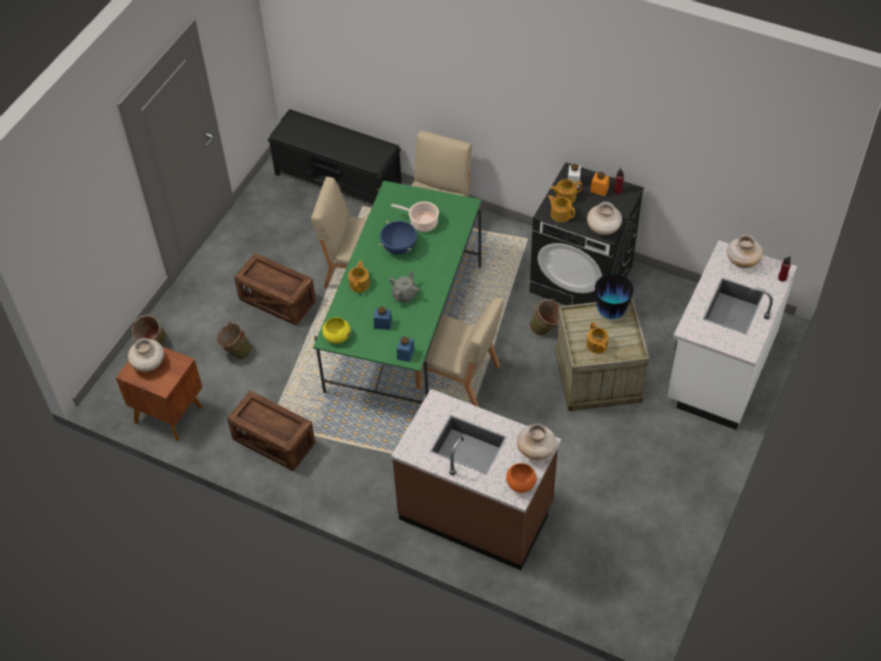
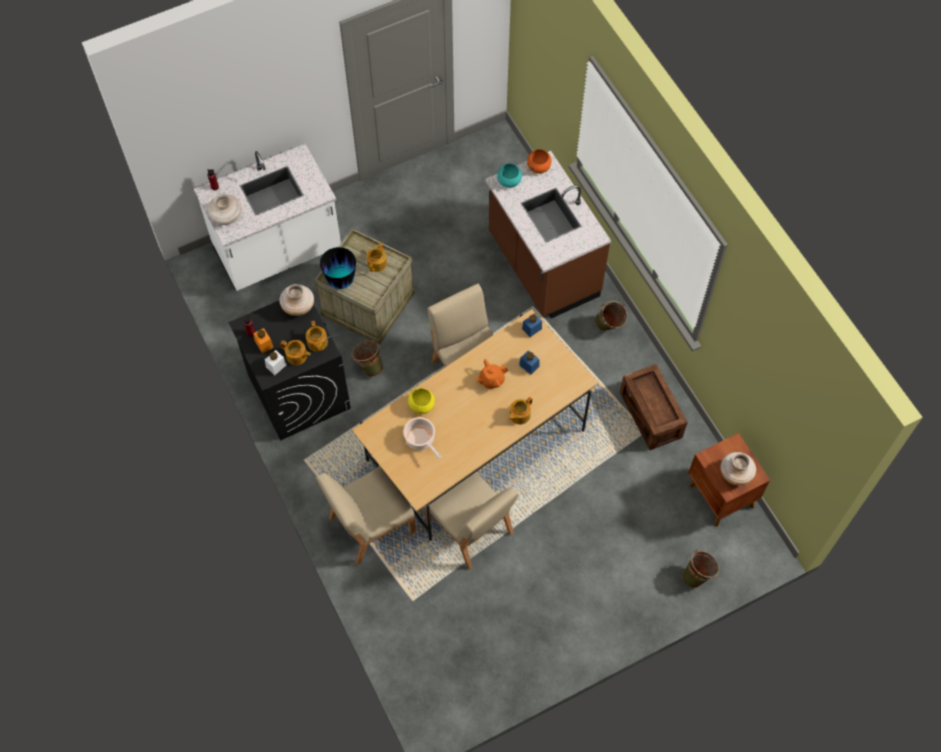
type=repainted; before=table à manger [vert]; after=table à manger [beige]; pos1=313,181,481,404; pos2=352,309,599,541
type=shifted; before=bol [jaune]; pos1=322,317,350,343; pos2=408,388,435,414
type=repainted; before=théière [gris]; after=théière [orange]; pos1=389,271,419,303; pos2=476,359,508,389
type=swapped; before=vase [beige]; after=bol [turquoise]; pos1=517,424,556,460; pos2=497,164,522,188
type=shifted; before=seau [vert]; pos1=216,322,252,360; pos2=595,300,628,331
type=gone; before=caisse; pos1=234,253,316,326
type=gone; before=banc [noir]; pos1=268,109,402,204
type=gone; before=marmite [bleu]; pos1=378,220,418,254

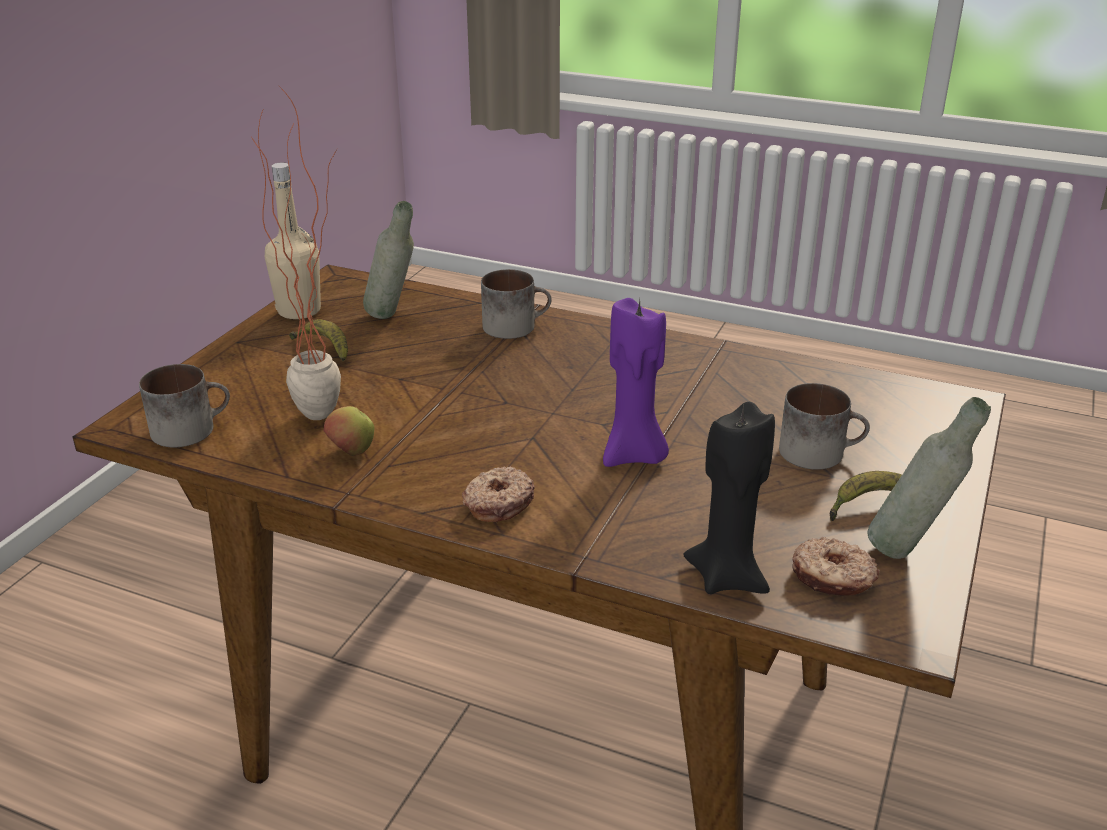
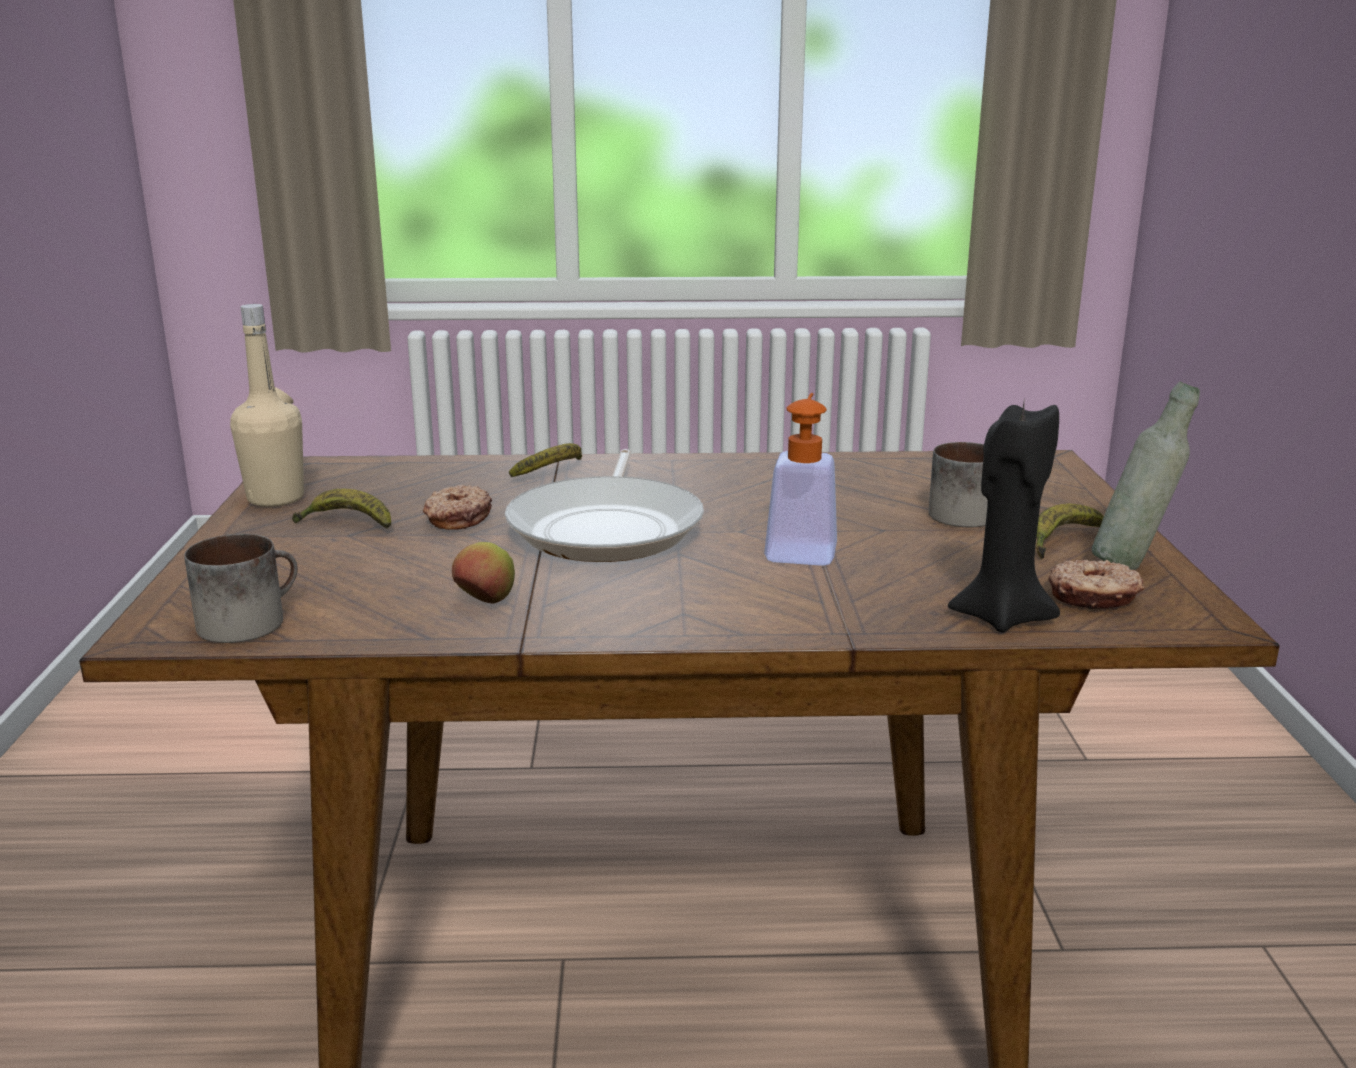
type=shifted; before=beignet; pos1=462,466,535,522; pos2=423,485,492,530
type=new; after=poêle; pos2=505,449,704,562
type=swapped; before=mug; after=banane; pos1=481,269,552,339; pos2=509,443,582,477
type=swapped; before=bougie [violet]; after=distributeur de savon; pos1=603,298,669,467; pos2=764,393,837,566
type=gone; before=plante en pot; pos1=251,84,341,420
type=gone; before=bouteille [gris]; pos1=363,201,414,319

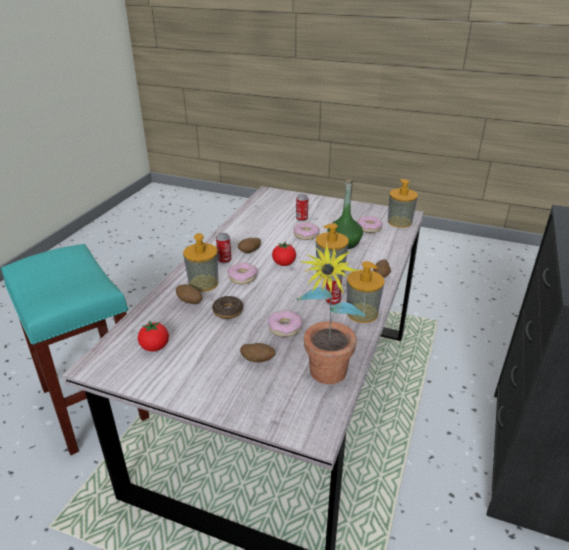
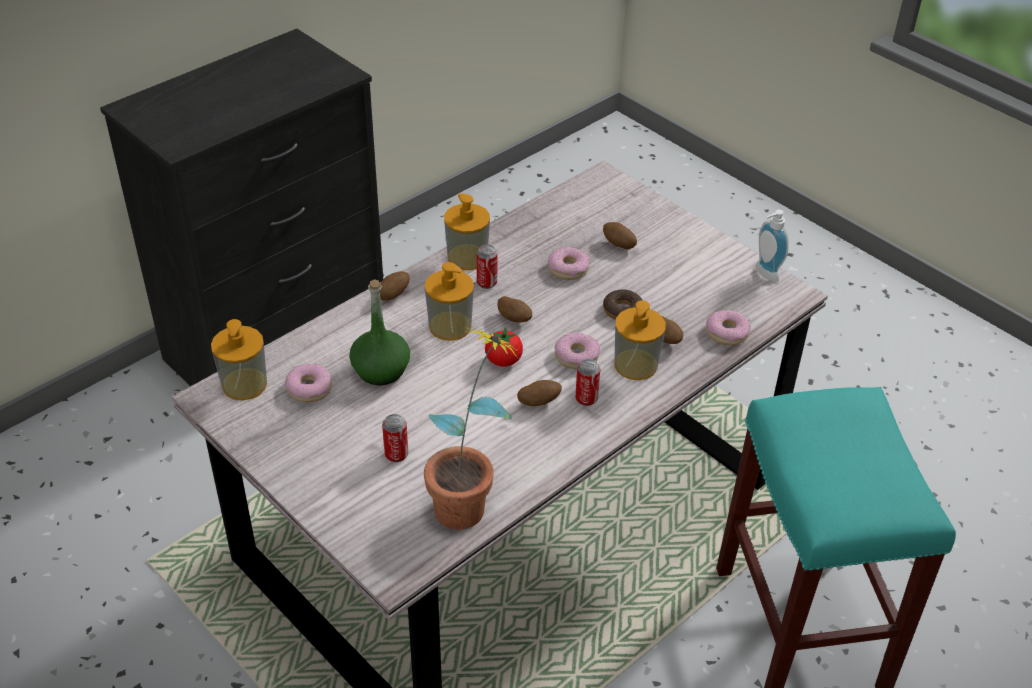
type=shifted; before=plante en pot; pos1=296,241,366,384; pos2=424,327,518,530
type=new; after=pomme de terre; pos2=498,296,532,323
type=shifted; before=beignet; pos1=294,222,320,240; pos2=706,309,751,345
type=new; after=distributeur de savon; pos2=756,210,788,282
type=gone; before=tomate; pos1=138,320,169,352

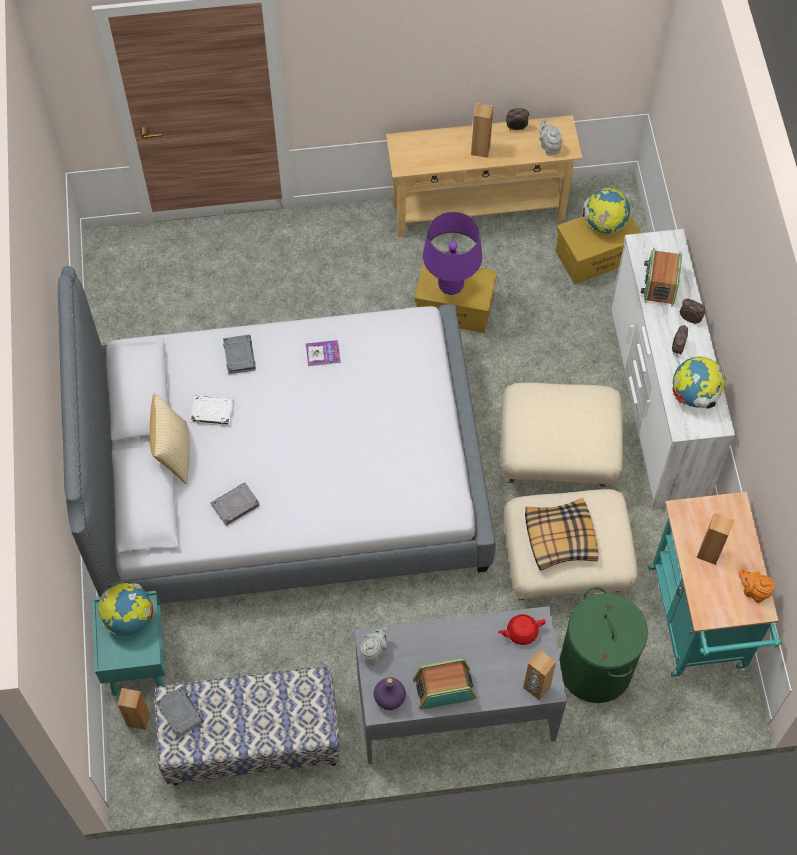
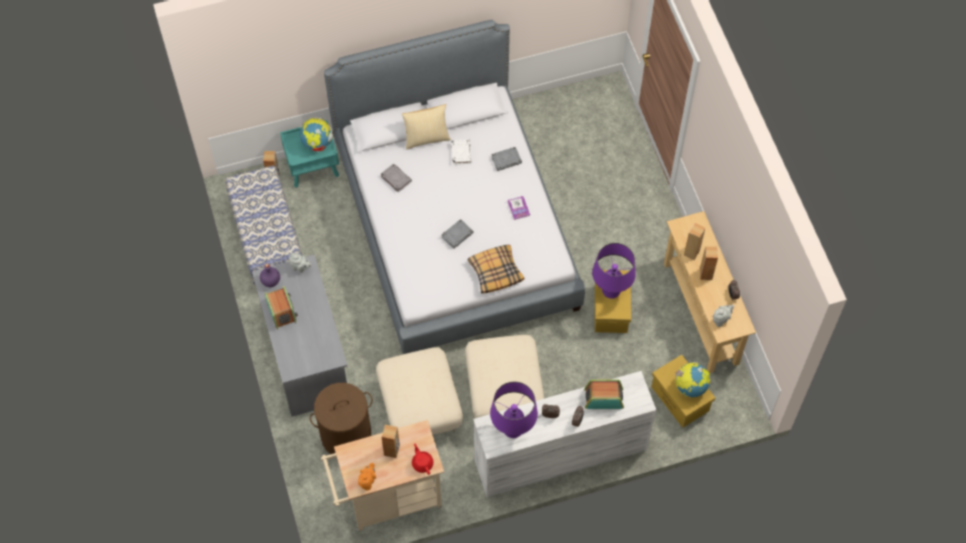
type=repainted; before=panier à linge [vert]; after=panier à linge [marron]; pos1=560,587,648,703; pos2=310,383,372,458
type=repainted; before=chariot [turquoise]; after=chariot [beige]; pos1=648,492,782,679; pos2=321,420,444,531
type=shifted; before=théière [rouge]; pos1=498,614,546,645; pos2=412,443,434,475
type=shifted; before=livre [gris]; pos1=156,687,204,738; pos2=441,219,474,249
type=shifted; before=coussin; pos1=525,498,599,571; pos2=468,245,525,294
type=swapped; before=globe; after=lampe de table [violet]; pos1=673,356,727,409; pos2=490,382,538,438
type=shifted; before=enceinte [marron]; pos1=523,649,556,700; pos2=684,223,705,260

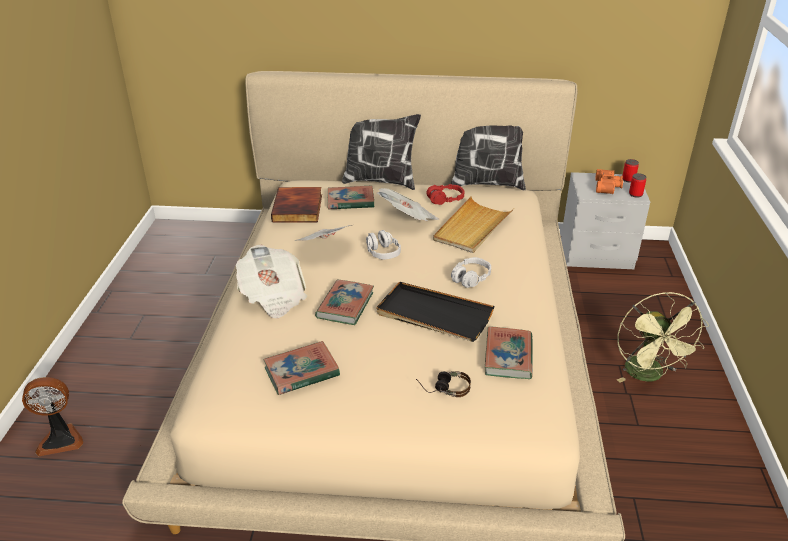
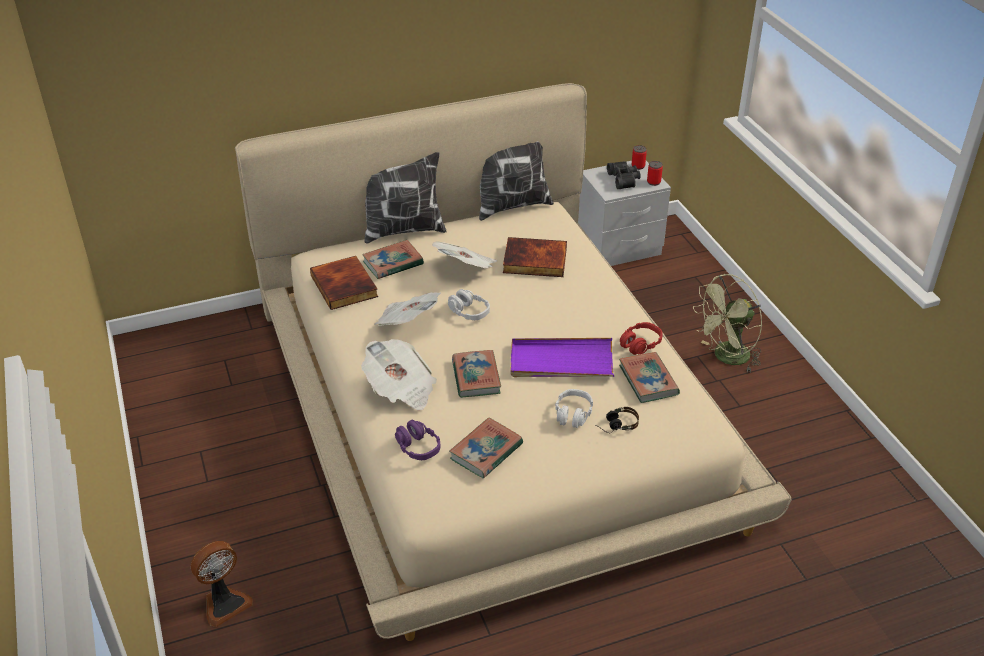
type=new; after=casque audio [violet]; pos2=395,420,440,460
type=swapped; before=plateau [beige]; after=livre; pos1=433,196,514,253; pos2=503,237,567,277
type=repainted; before=plateau [noir]; after=plateau [violet]; pos1=376,282,494,342; pos2=511,338,614,377
type=shifted; before=casque audio [gris]; pos1=451,257,491,288; pos2=555,389,593,428
type=repainted; before=jumelles [orange]; after=jumelles [noir]; pos1=595,169,623,194; pos2=607,161,641,189
type=shifted; before=casque audio [rouge]; pos1=426,184,464,205; pos2=620,322,663,355
type=rotated; before=ventilateur [vert]; pos1=617,292,709,382; pos2=693,274,762,373; turn=90

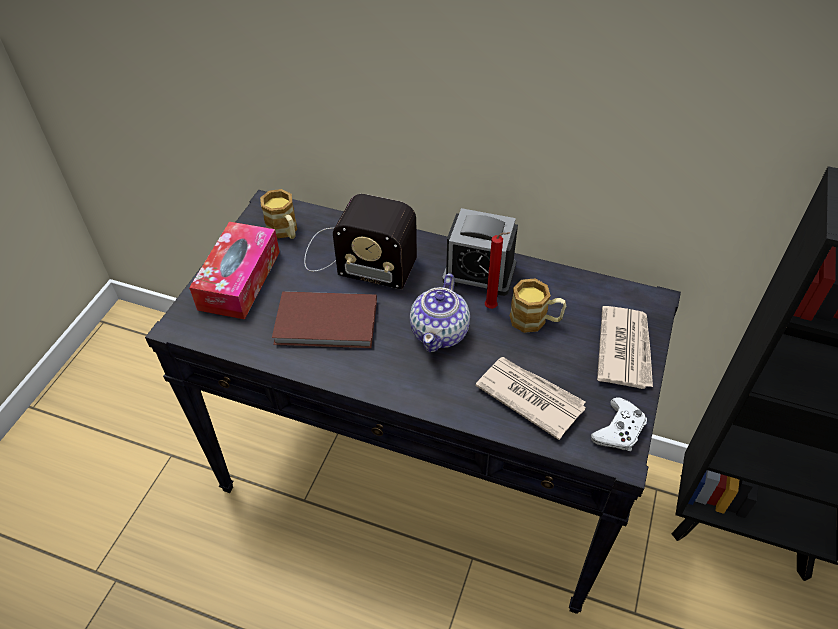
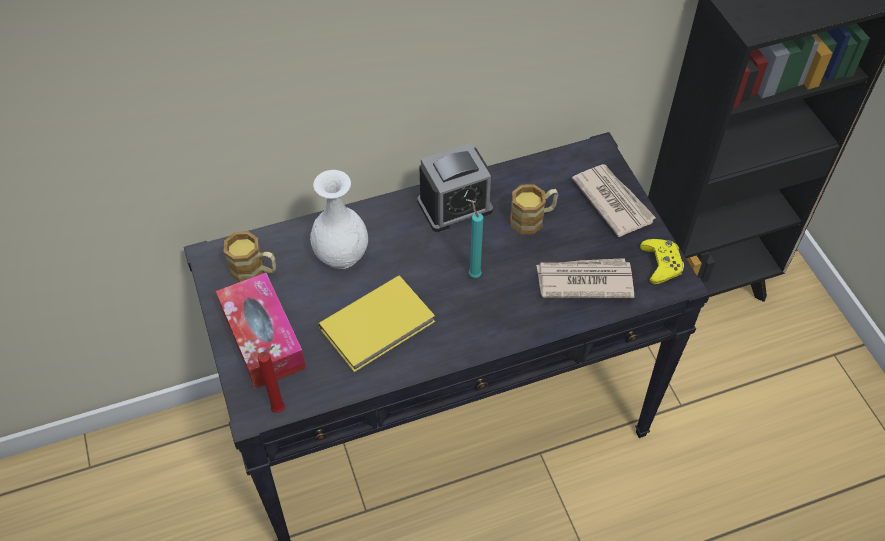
type=shifted; before=bougie [rouge]; pos1=485,232,510,309; pos2=258,346,285,413
type=swapped; before=radio; after=vase [blanc]; pos1=304,194,417,289; pos2=311,170,368,269
type=repainted; before=livre [marron]; after=livre [jaune]; pos1=272,291,377,348; pos2=318,276,435,372
type=swapped; before=théière; after=bougie [turquoise]; pos1=410,273,470,352; pos2=469,202,483,278
type=repainted; before=manette [blanc]; after=manette [jaune]; pos1=591,397,647,451; pos2=640,239,684,284

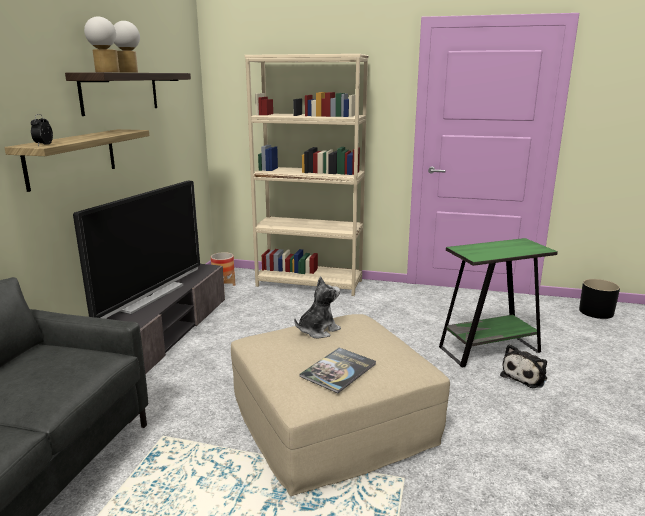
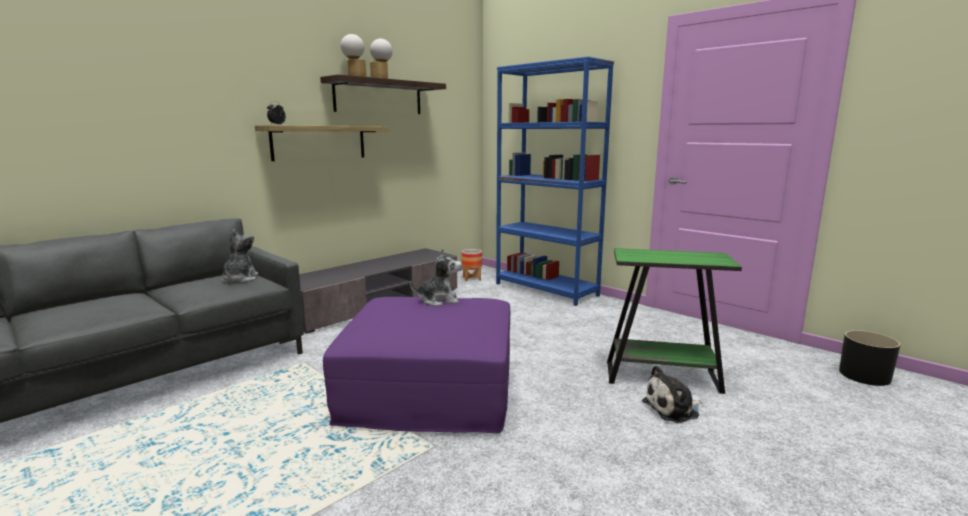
type=new; after=peluche; pos2=222,229,258,283
type=repainted; before=pouf [beige]; after=pouf [violet]; pos1=231,314,450,496; pos2=323,297,510,433
type=repainted; before=bibliothèque [beige]; after=bibliothèque [bleu]; pos1=245,54,369,296; pos2=496,56,614,306
type=gone; before=téléviseur; pos1=73,180,200,319
type=gone; before=livre; pos1=299,348,376,393

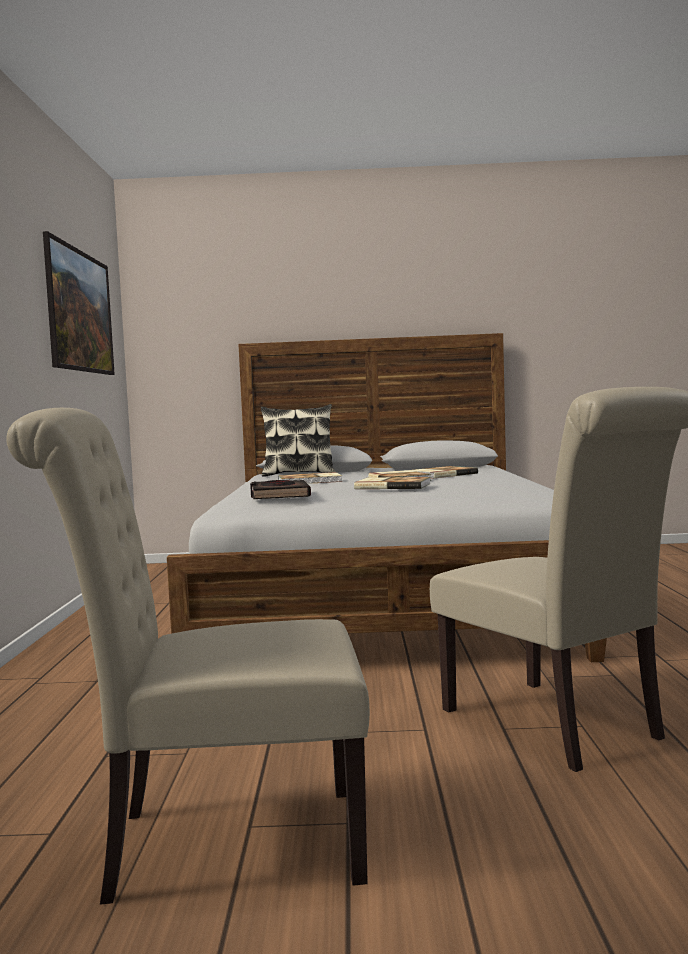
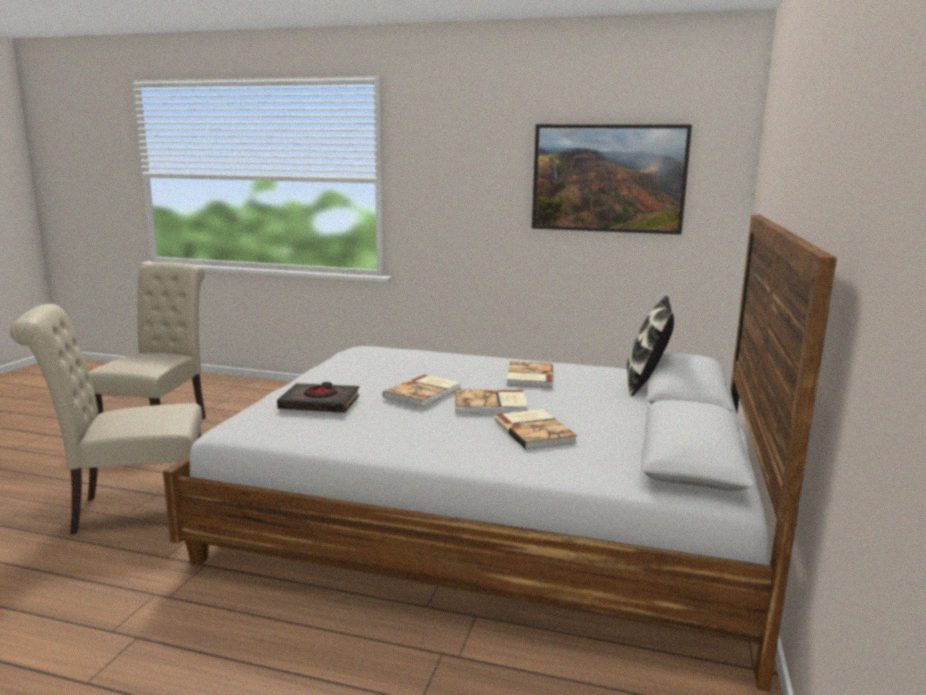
type=shifted; before=livre [noir]; pos1=250,480,311,499; pos2=277,382,359,413

